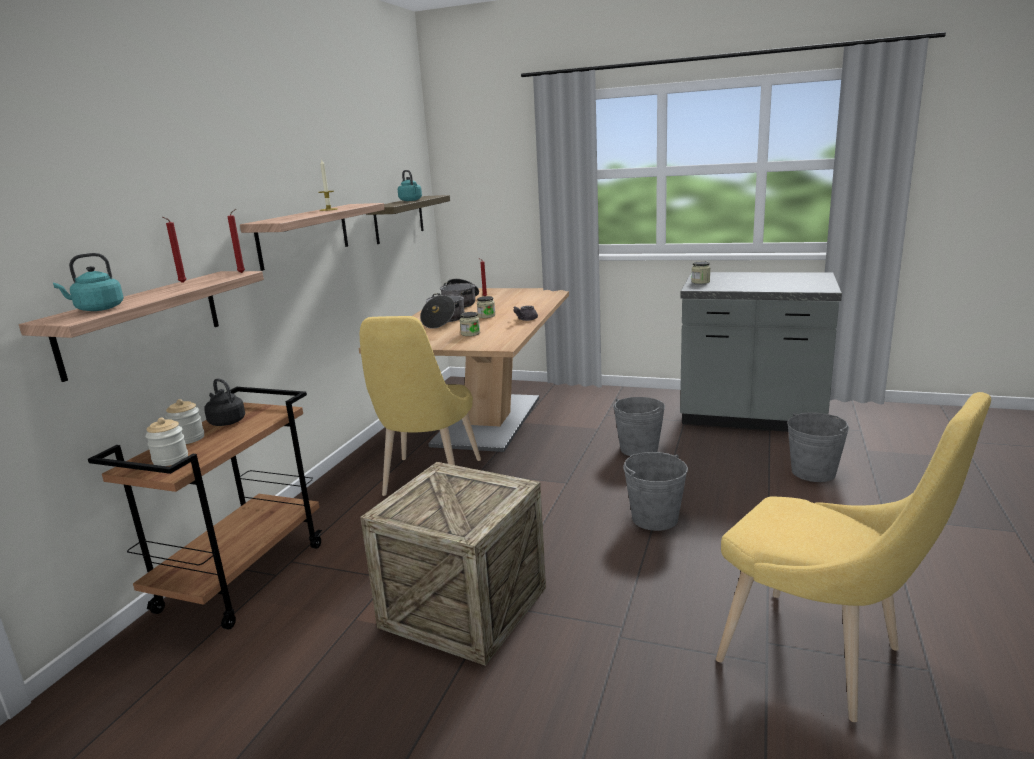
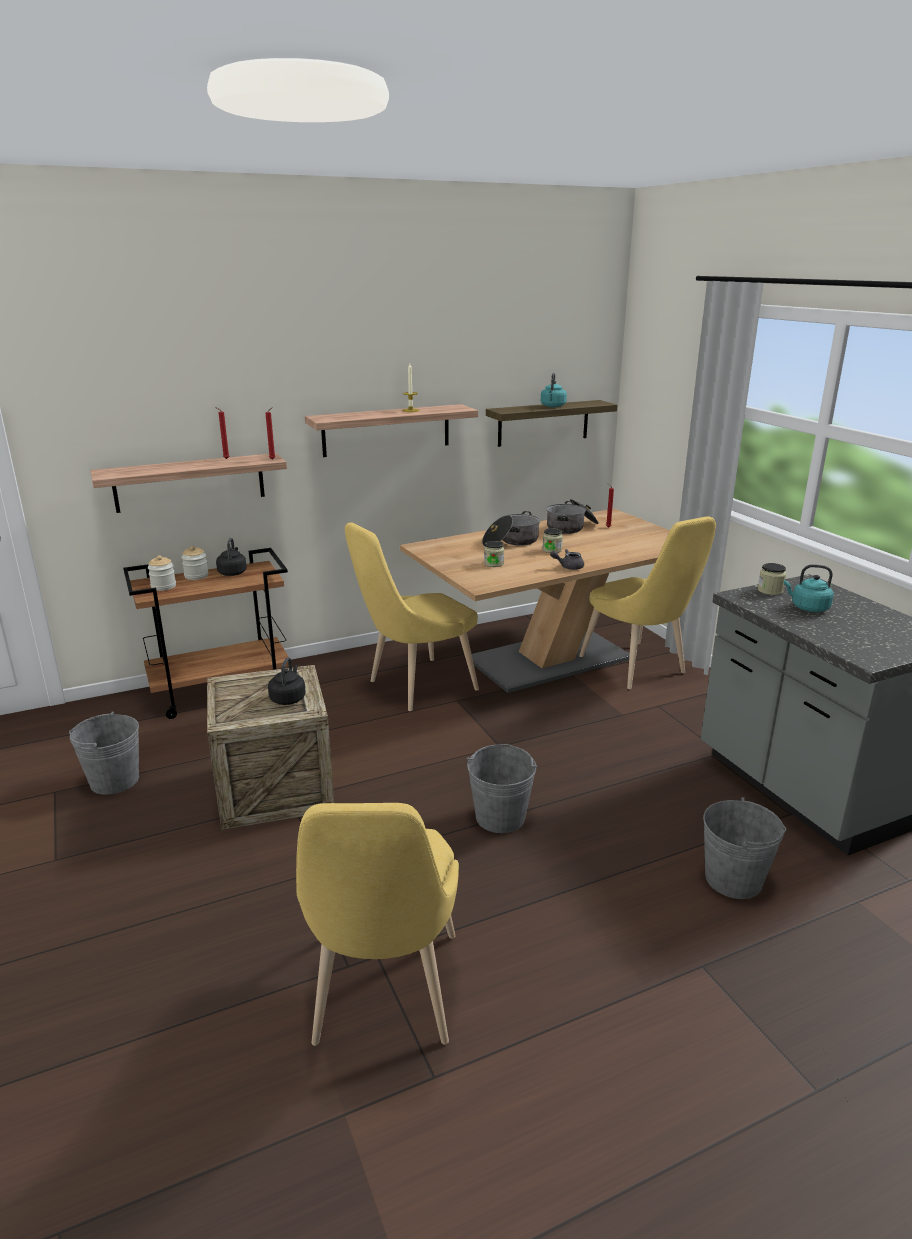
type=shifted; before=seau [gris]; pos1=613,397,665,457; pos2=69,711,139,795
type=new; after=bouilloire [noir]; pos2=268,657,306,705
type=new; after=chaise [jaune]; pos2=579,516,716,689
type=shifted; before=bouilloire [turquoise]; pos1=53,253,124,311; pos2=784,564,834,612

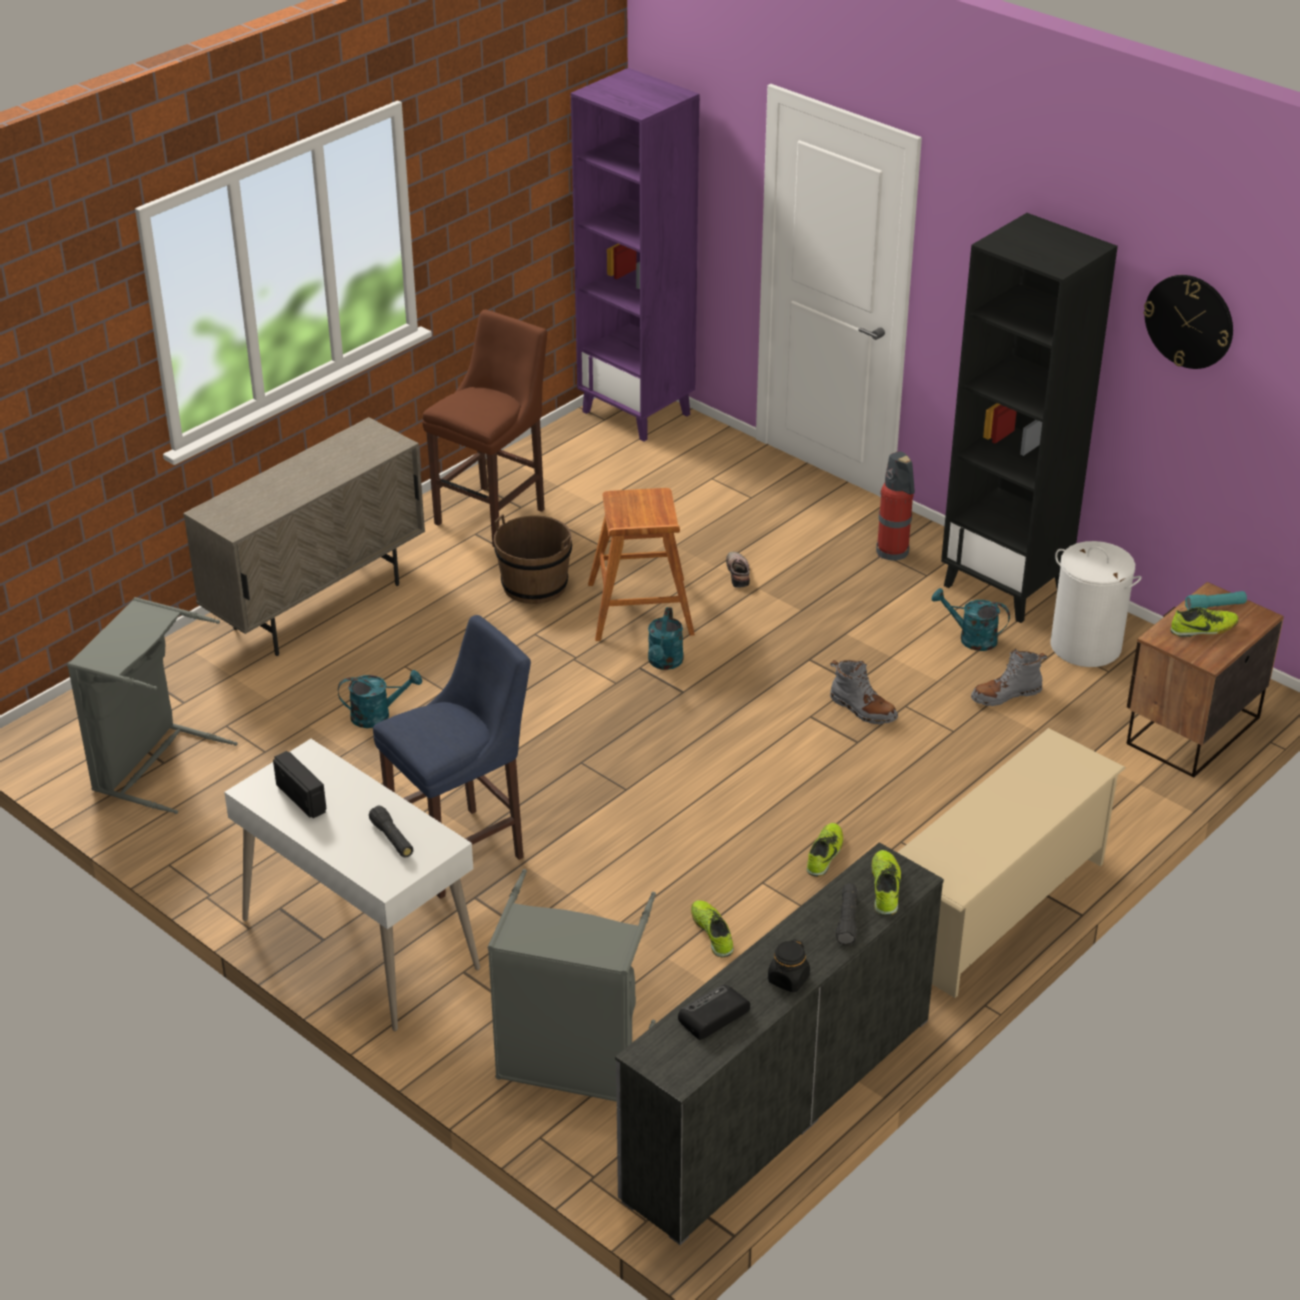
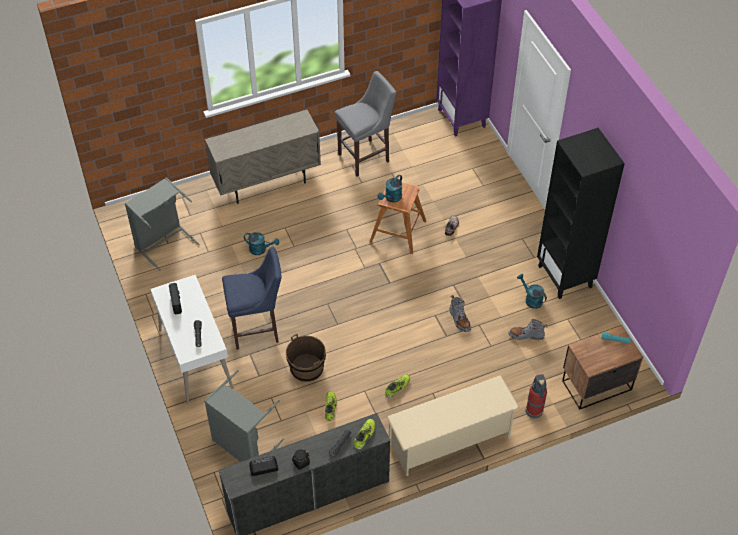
type=shifted; before=seau [marron]; pos1=494,514,572,604; pos2=286,334,326,382
type=repainted; before=tabouret [marron]; after=tabouret [gris]; pos1=422,310,547,547; pos2=335,71,397,177
type=shifted; before=arrosoir [turquoise]; pos1=648,607,684,670; pos2=378,174,402,202
type=shifted; before=extincteur; pos1=876,451,915,560; pos2=525,374,547,418
type=gone; before=panier à linge [blanc]; pos1=1050,541,1142,667
type=gone; before=horloge murale; pos1=1143,275,1233,369
type=gone; before=chaussure; pos1=1170,607,1239,637

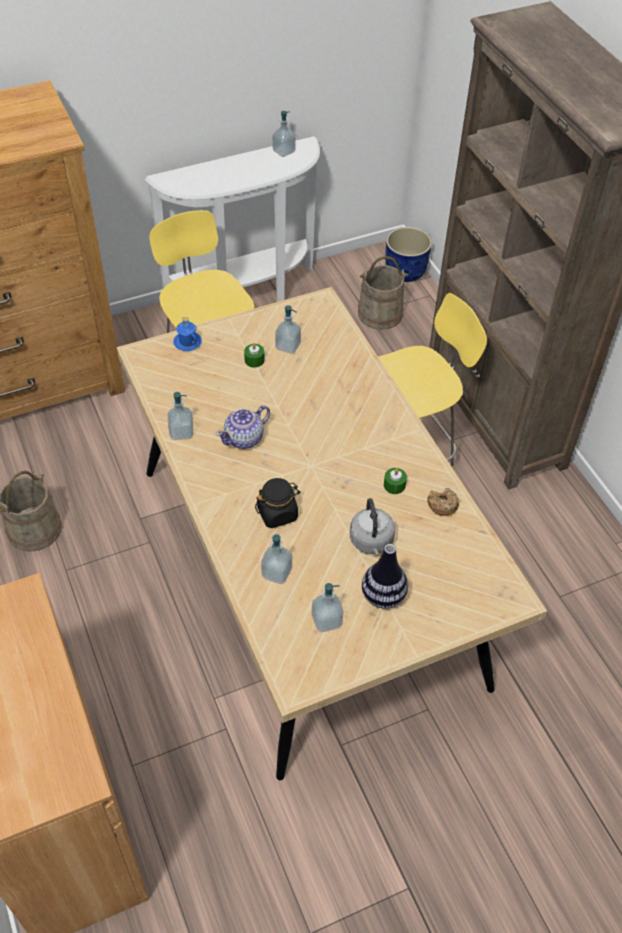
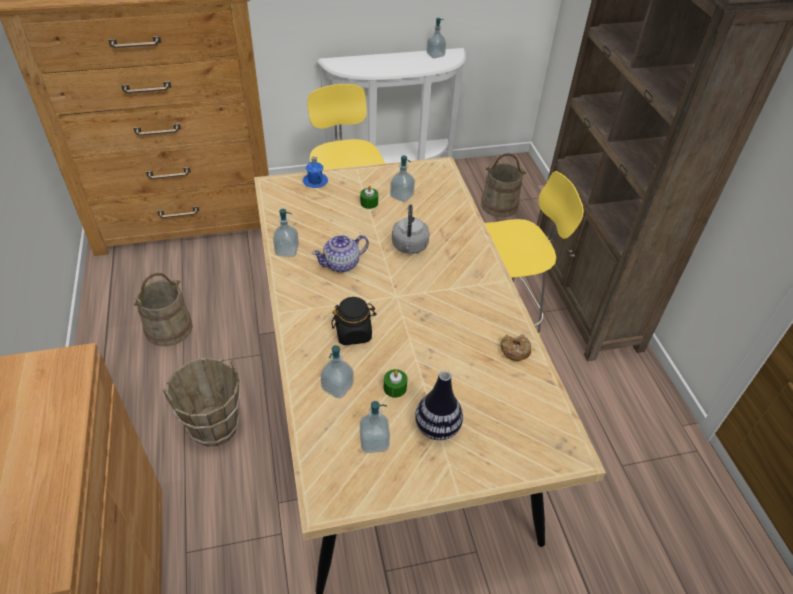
type=new; after=seau [marron]; pos2=163,358,241,447
type=shifted; before=bougie [vert]; pos1=384,468,407,494; pos2=384,369,408,398
type=shifted; before=bouilloire [gris]; pos1=350,498,395,555; pos2=392,204,430,254
type=gone; before=cache-pot [bleu]; pos1=385,227,432,282

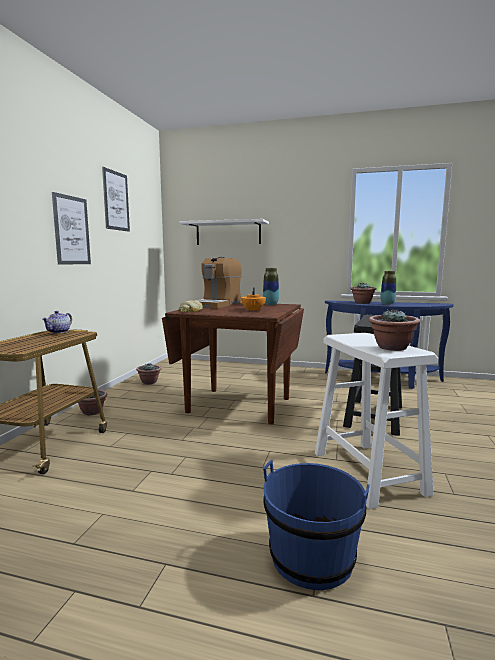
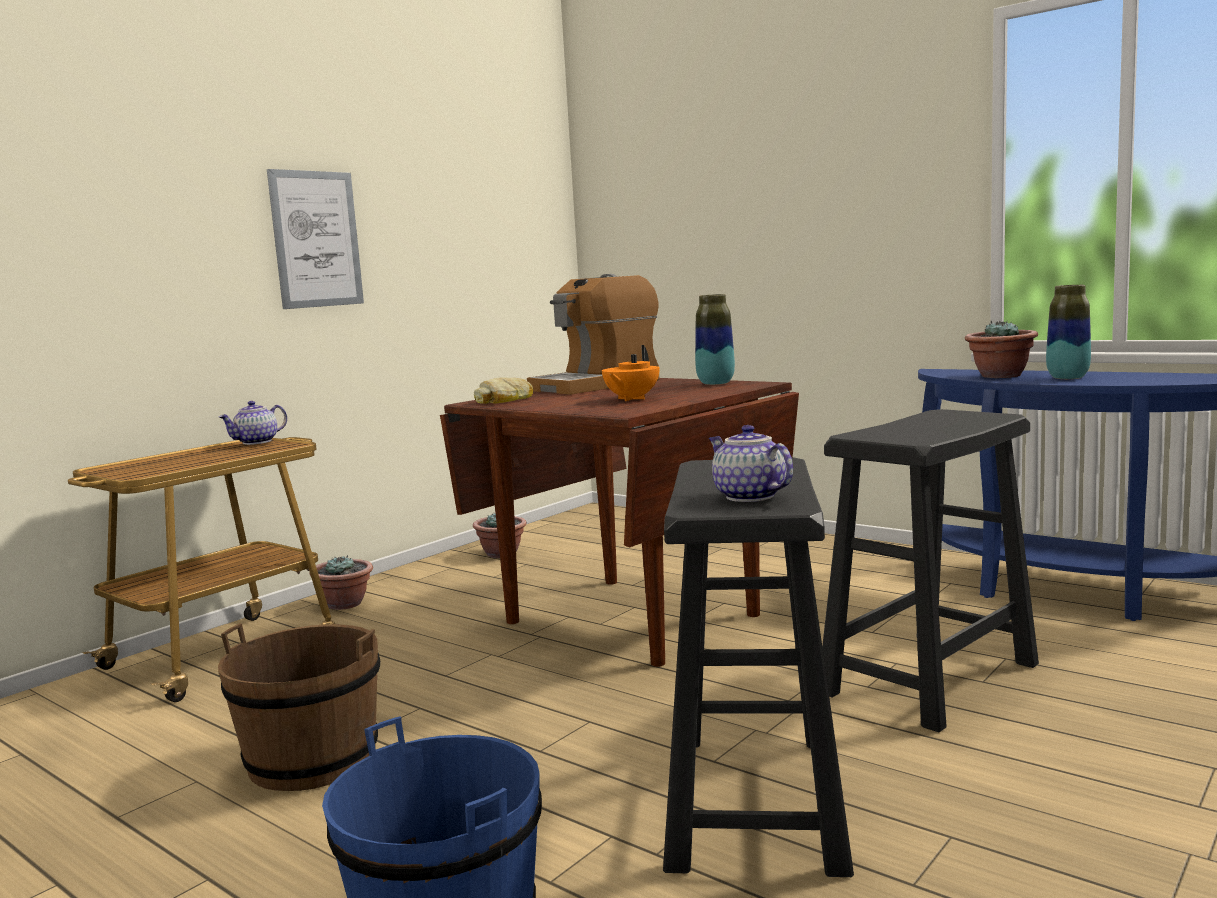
type=new; after=seau [marron]; pos2=218,623,380,791
type=repainted; before=tabouret [blanc]; after=tabouret [noir]; pos1=315,333,438,509; pos2=663,457,854,877
type=swapped; before=plante en pot; after=théière; pos1=369,309,420,351; pos2=709,425,793,502
type=gone; before=tableau; pos1=102,167,130,232
type=gone; before=étagère [blanc]; pos1=179,219,269,245

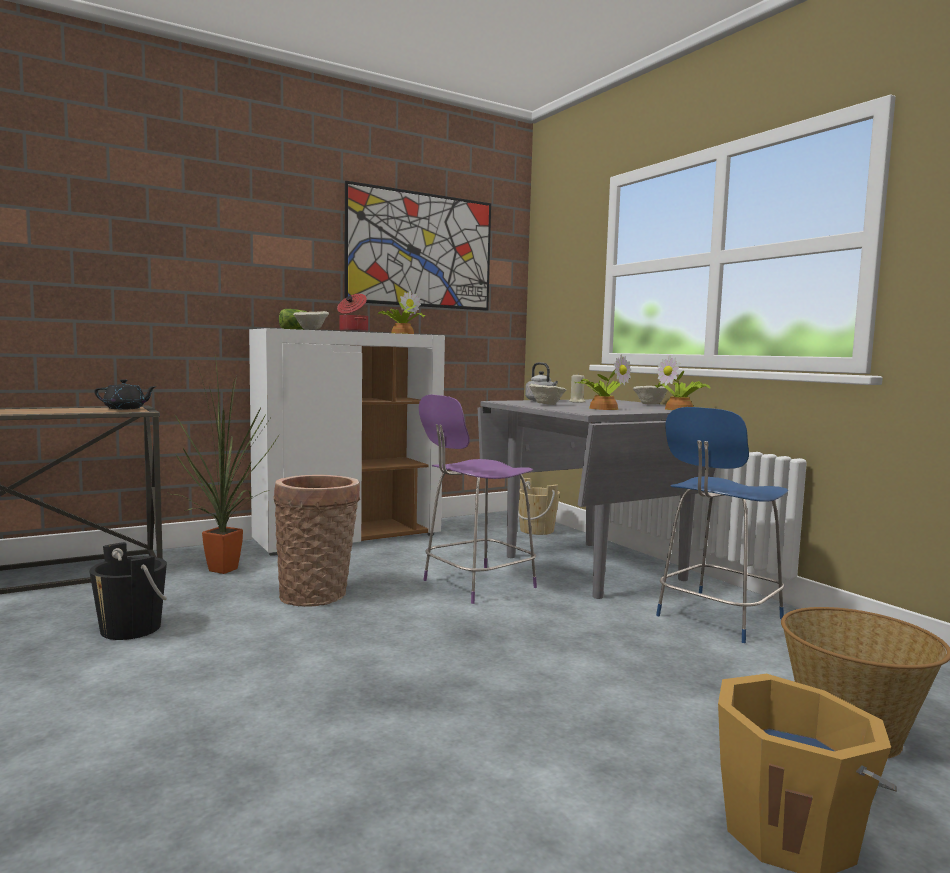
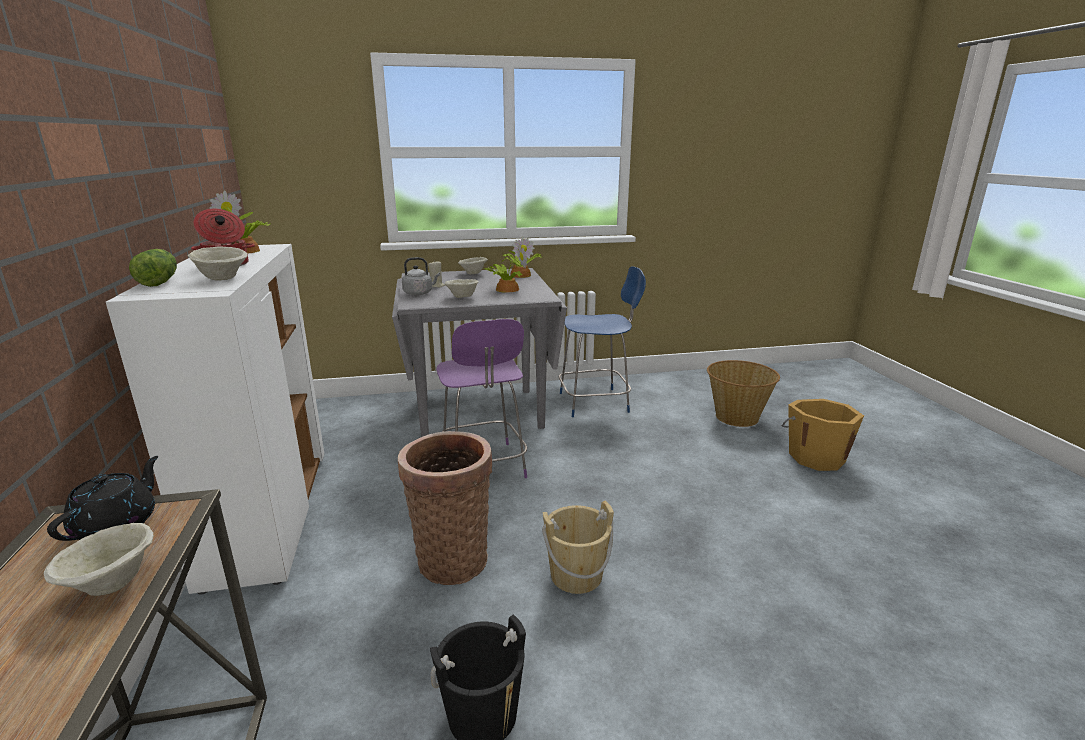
type=new; after=bol [beige]; pos2=44,523,154,596
type=shifted; before=seau [beige]; pos1=518,478,560,535; pos2=542,501,614,594
type=rotated; before=chaise [bleu]; pos1=656,407,788,643; pos2=559,266,646,417; turn=-75
type=gone; before=plante en pot; pos1=169,355,279,574
type=gone; before=tableau; pos1=344,181,491,311

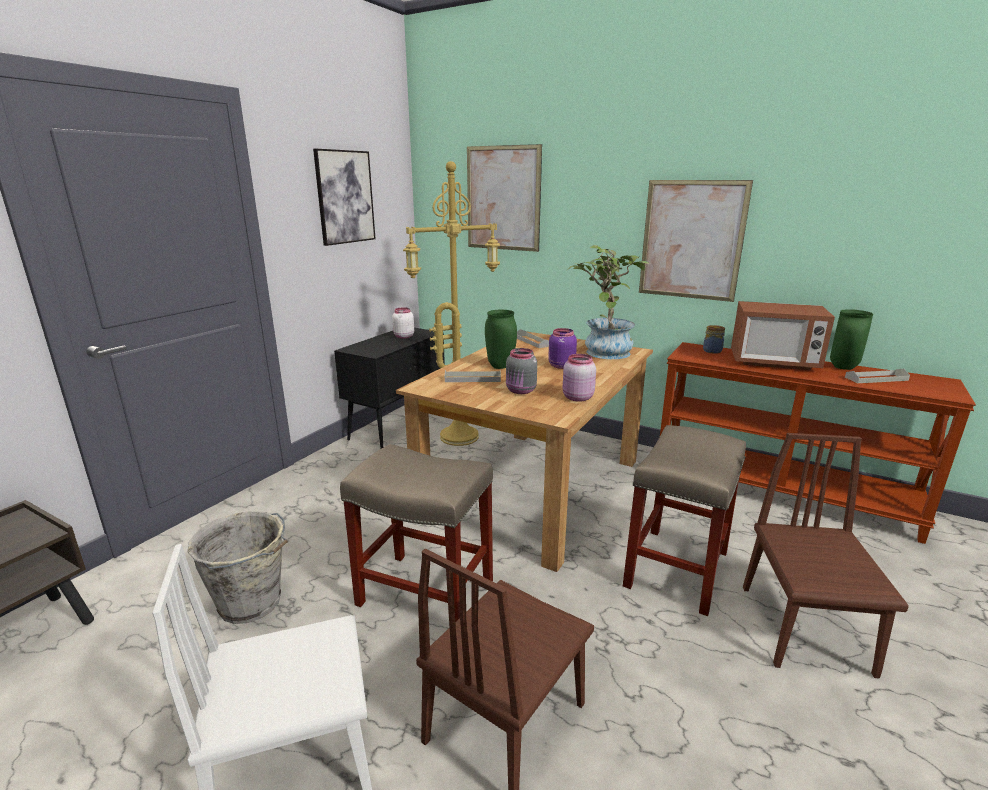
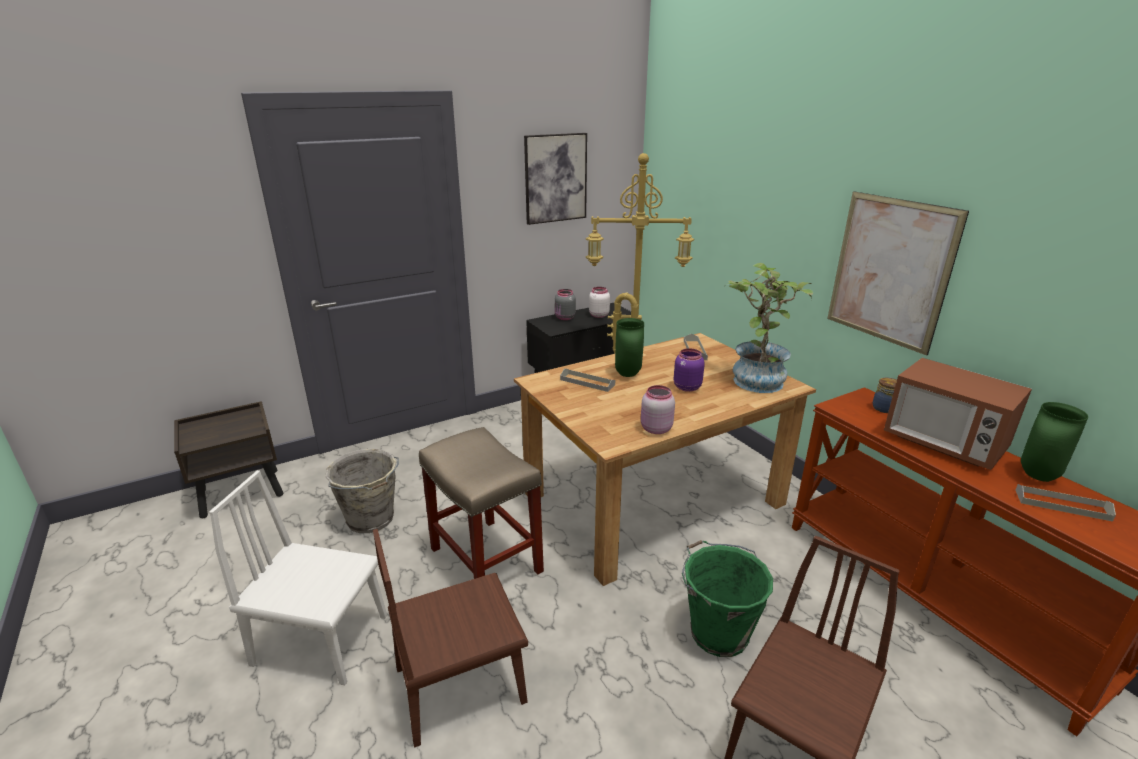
type=shifted; before=bocal [gris]; pos1=506,348,537,394; pos2=555,289,576,320
type=swapped; before=tabouret [beige]; after=seau [vert]; pos1=623,425,746,616; pos2=682,540,773,657
type=gone; before=tableau; pos1=467,144,542,252

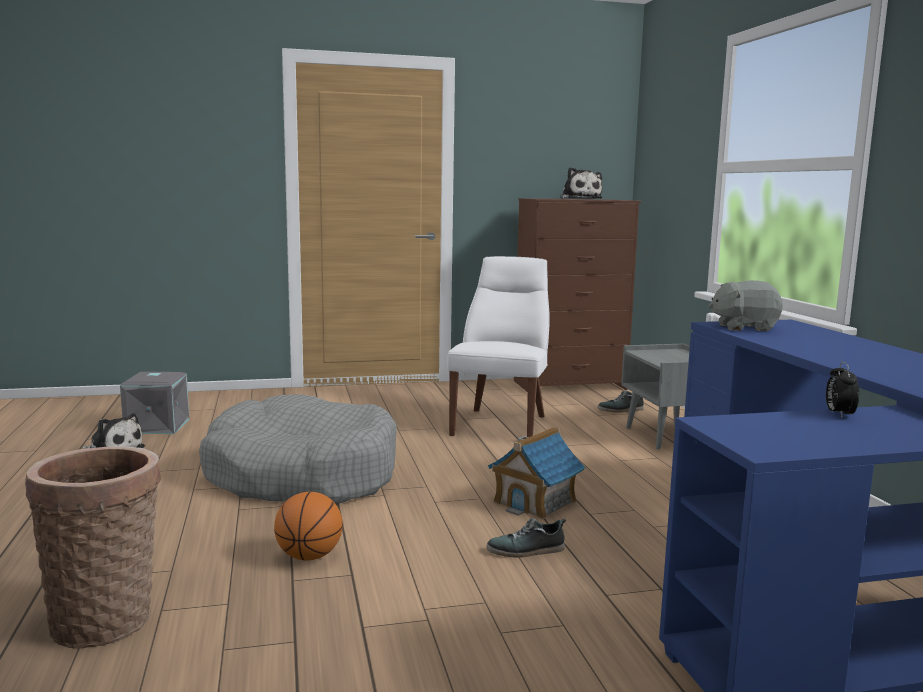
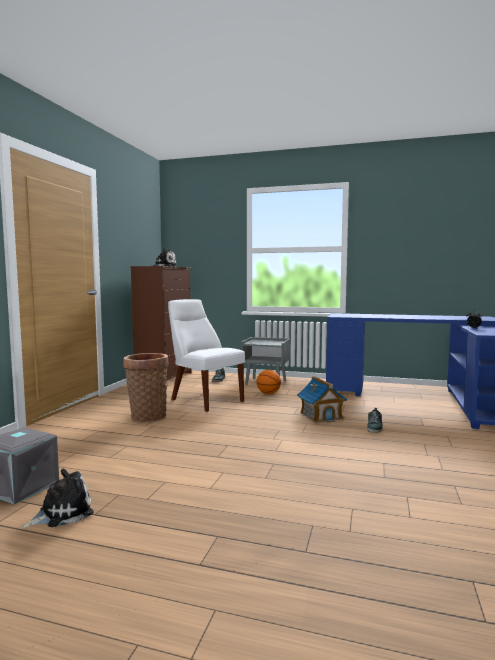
type=shifted; before=panier; pos1=25,446,161,649; pos2=123,353,169,422
type=shifted; before=ballon de basket; pos1=274,492,343,561; pos2=257,370,281,394
type=gone; before=panier pour chien [gris]; pos1=199,394,397,505
type=gone; before=peluche [gris]; pos1=709,280,783,331

